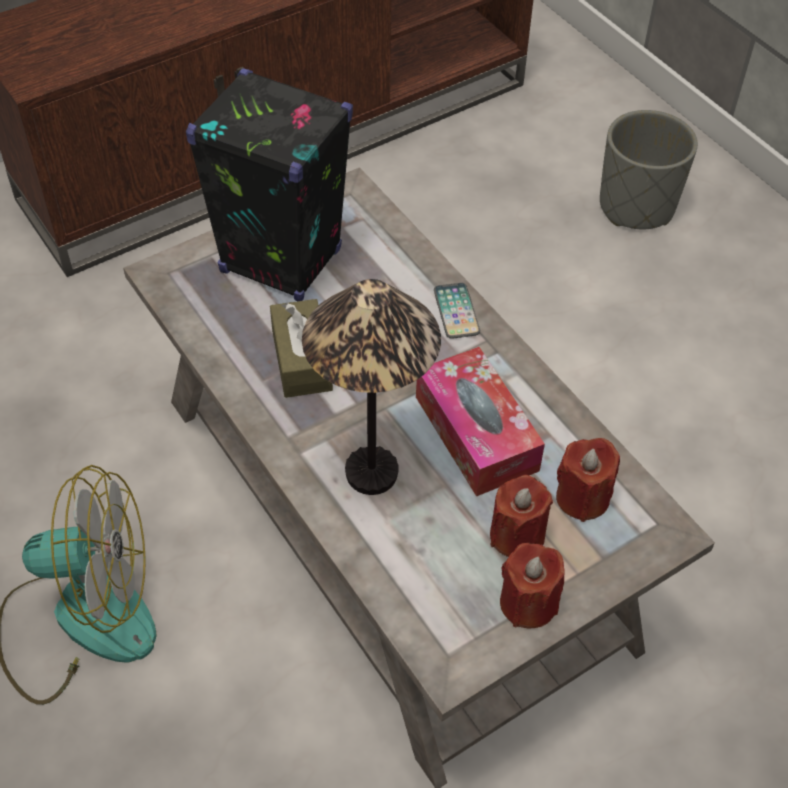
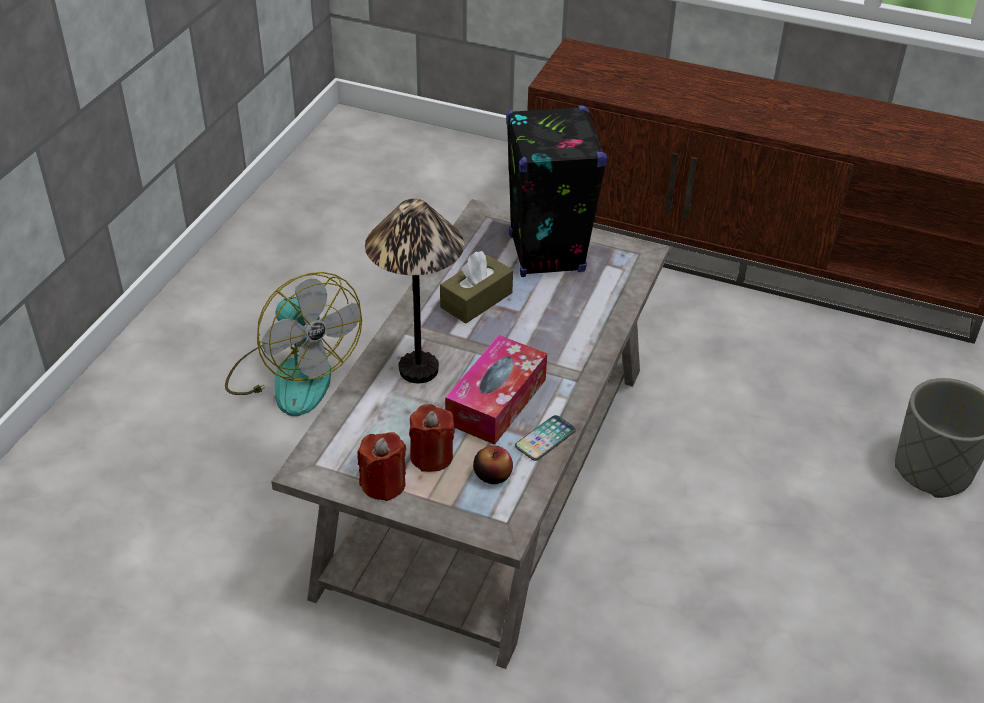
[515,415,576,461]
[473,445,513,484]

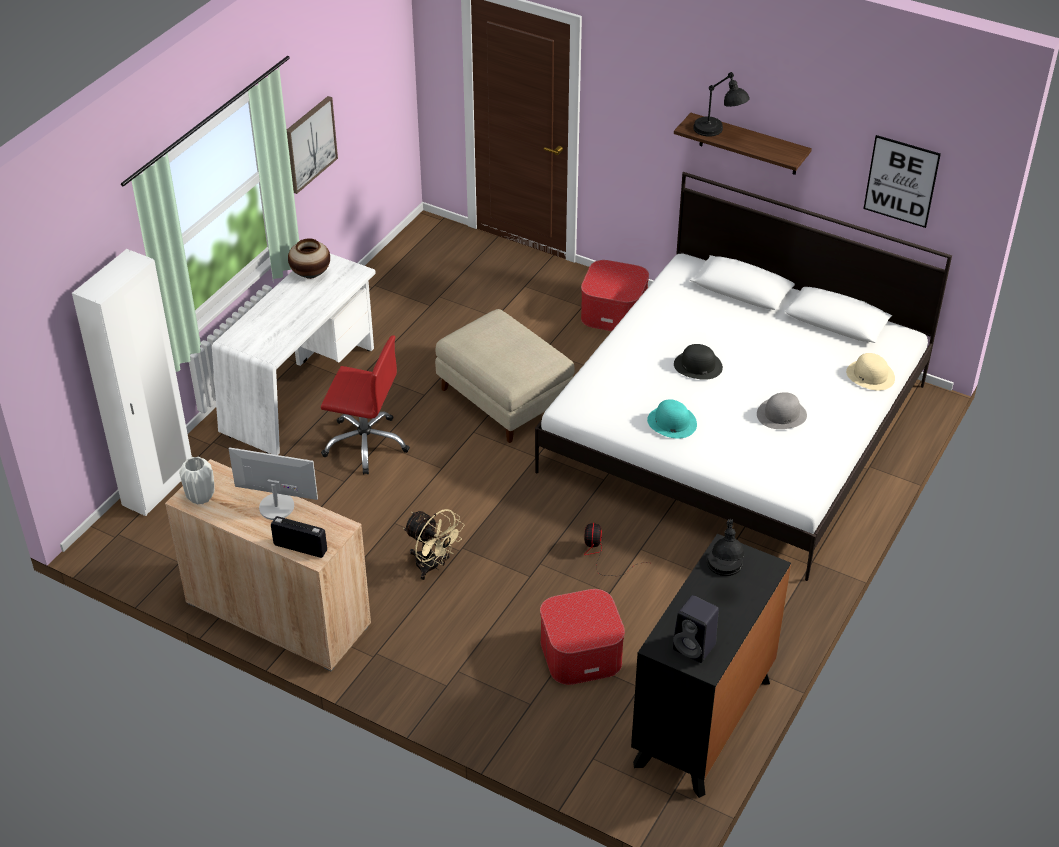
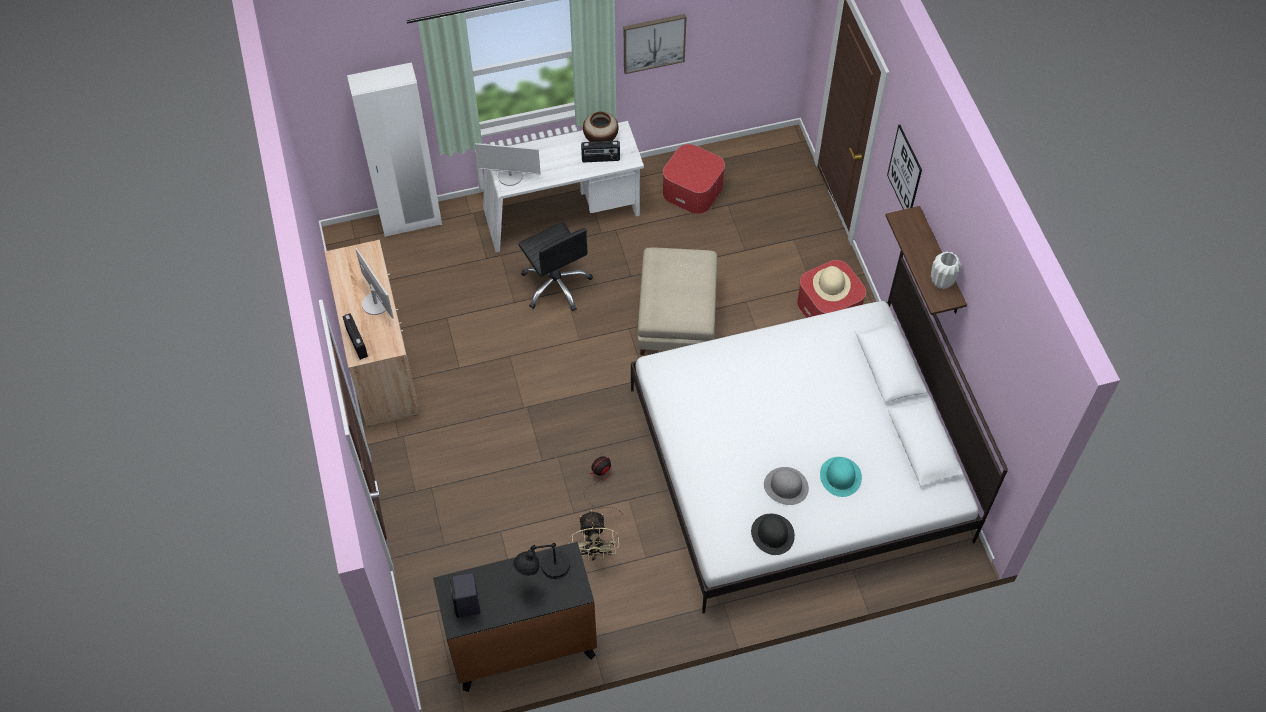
[693,72,750,137] (first image)
[887,125,922,210]
[518,222,593,311]
[751,514,795,555]
[813,266,851,301]
[820,457,862,497]
[931,252,961,289]
[568,510,619,561]
[663,144,725,214]
[581,141,620,162]
[475,143,541,186]

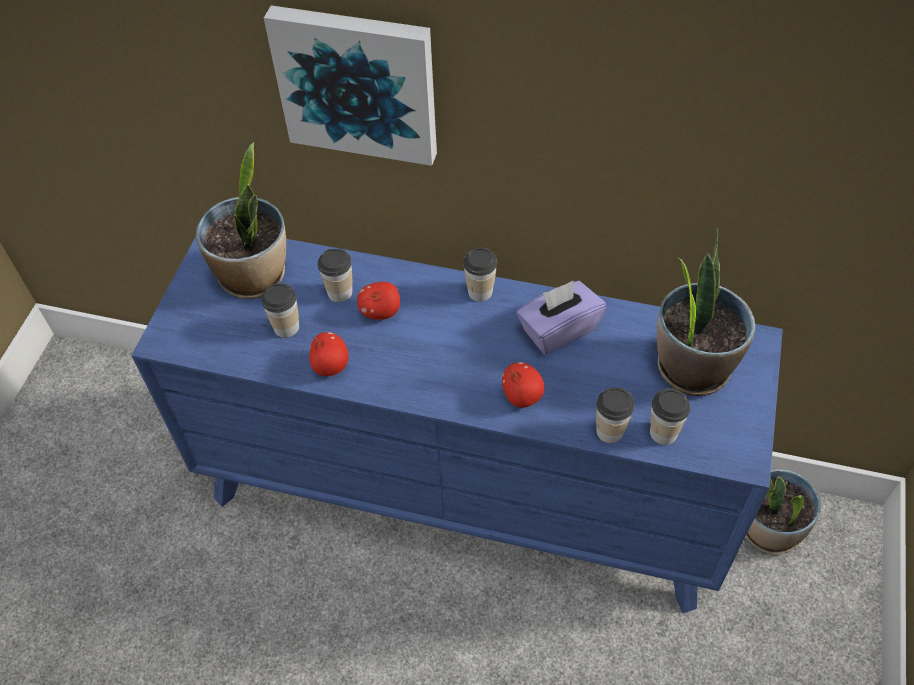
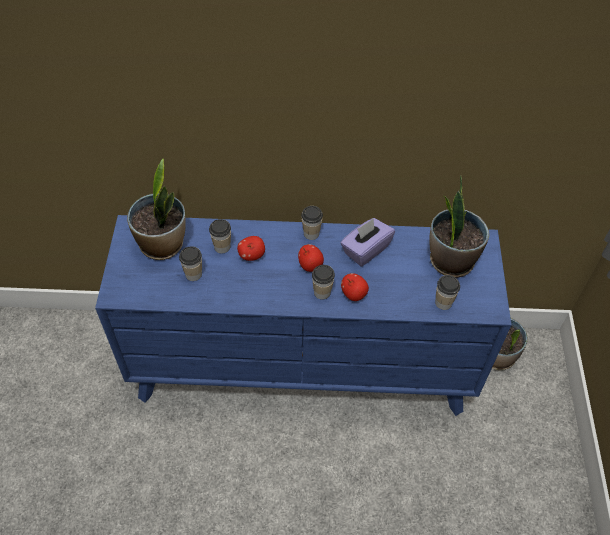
[264,5,437,166] (first image)
[298,244,324,272]
[312,265,335,300]

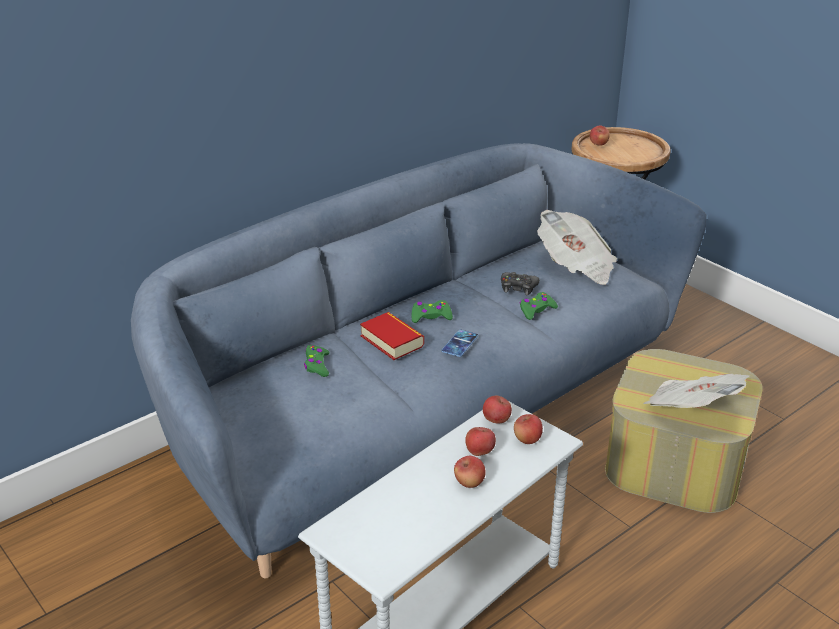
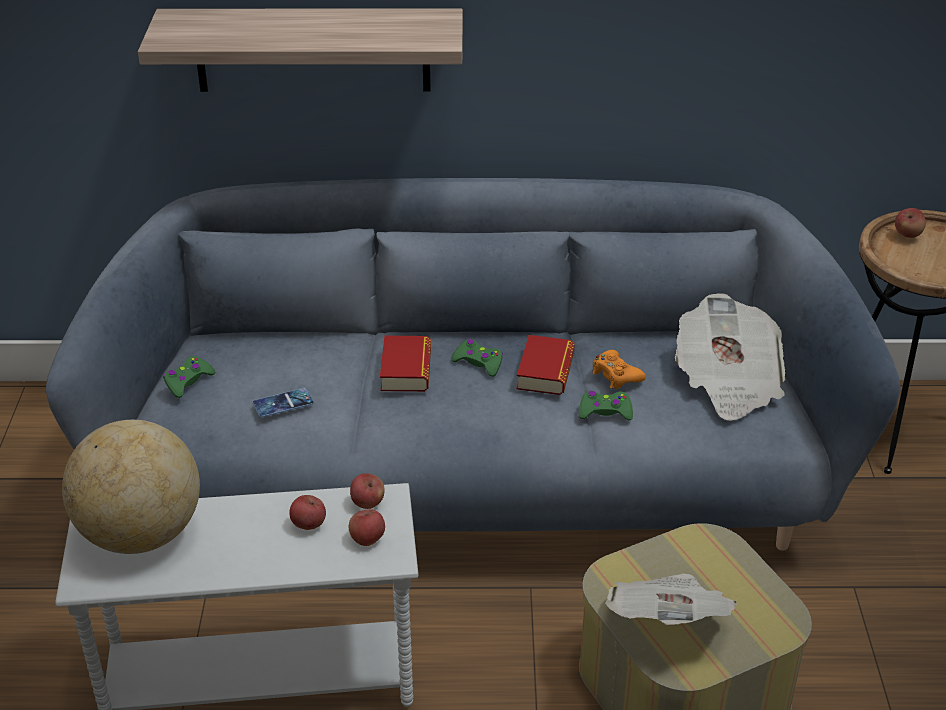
[592,350,646,389]
[253,388,314,417]
[163,356,215,398]
[454,456,486,488] (first image)
[138,8,463,92]
[517,335,575,395]
[62,420,200,554]

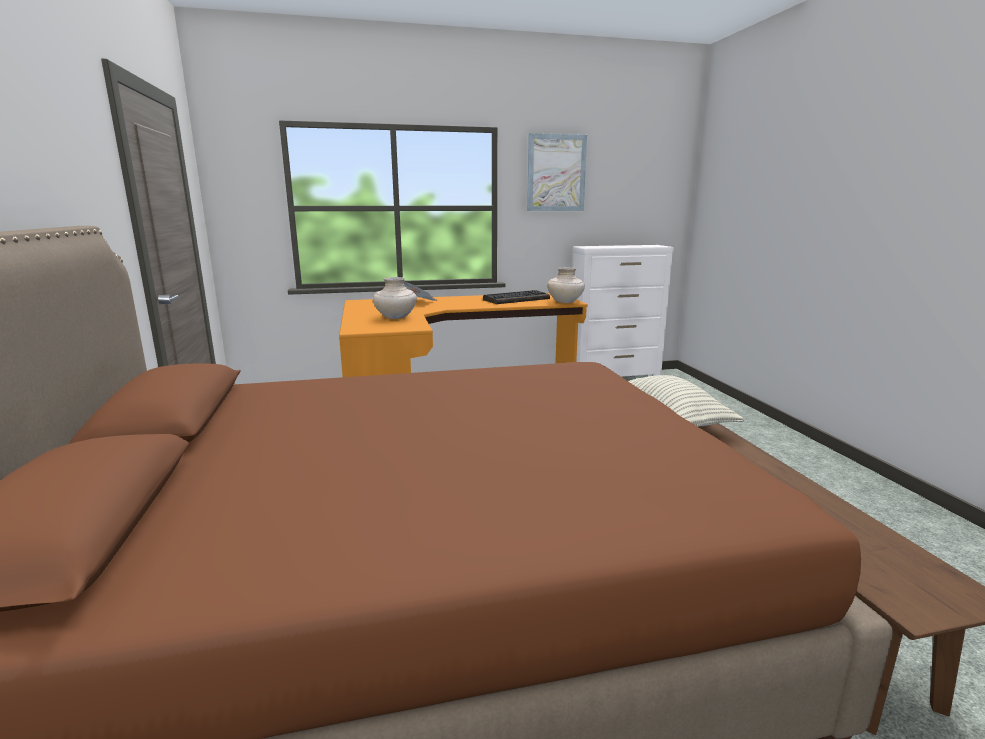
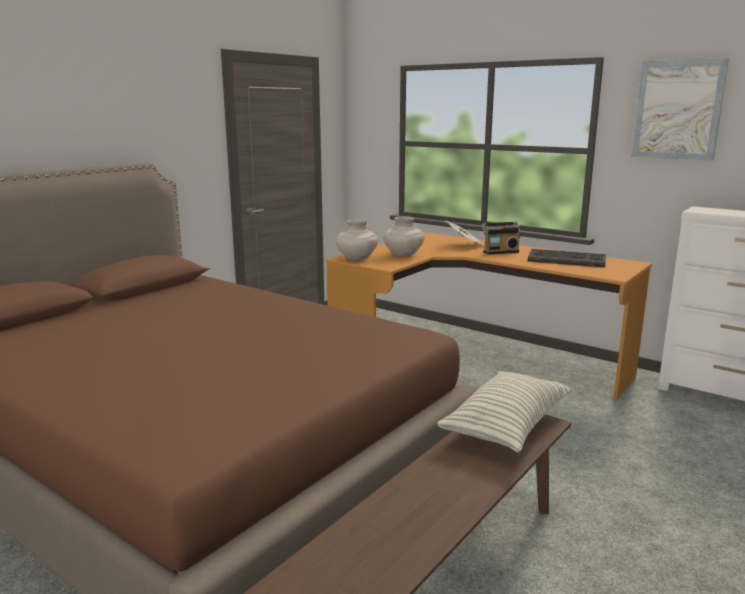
[336,219,378,260]
[482,222,521,255]

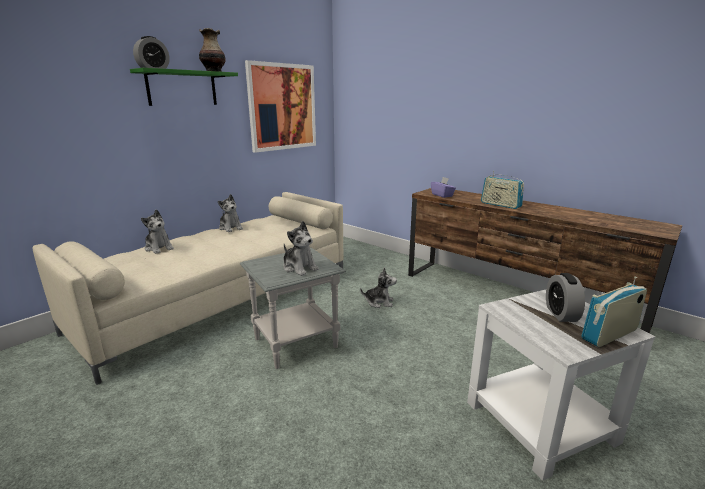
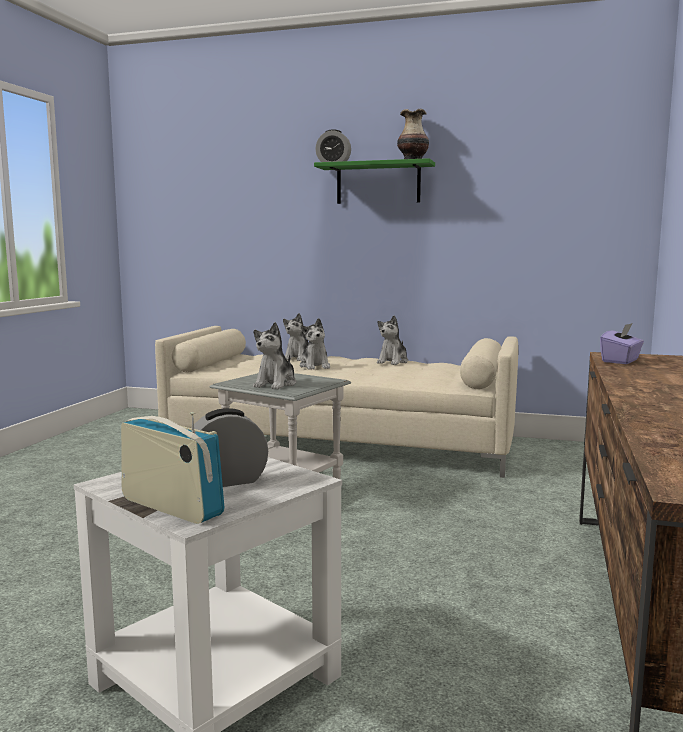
[245,60,316,153] (first image)
[481,171,524,209] (first image)
[300,318,330,370]

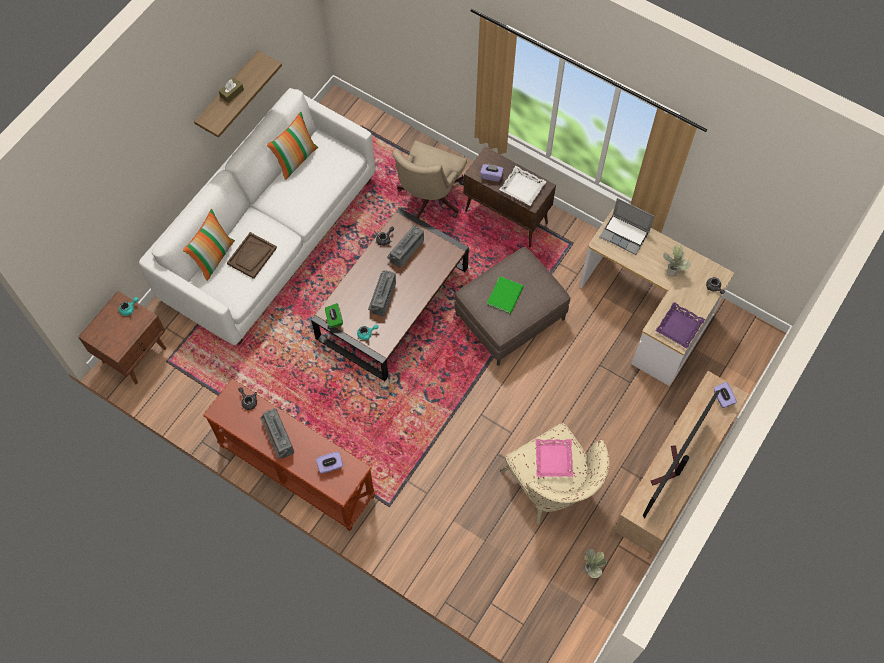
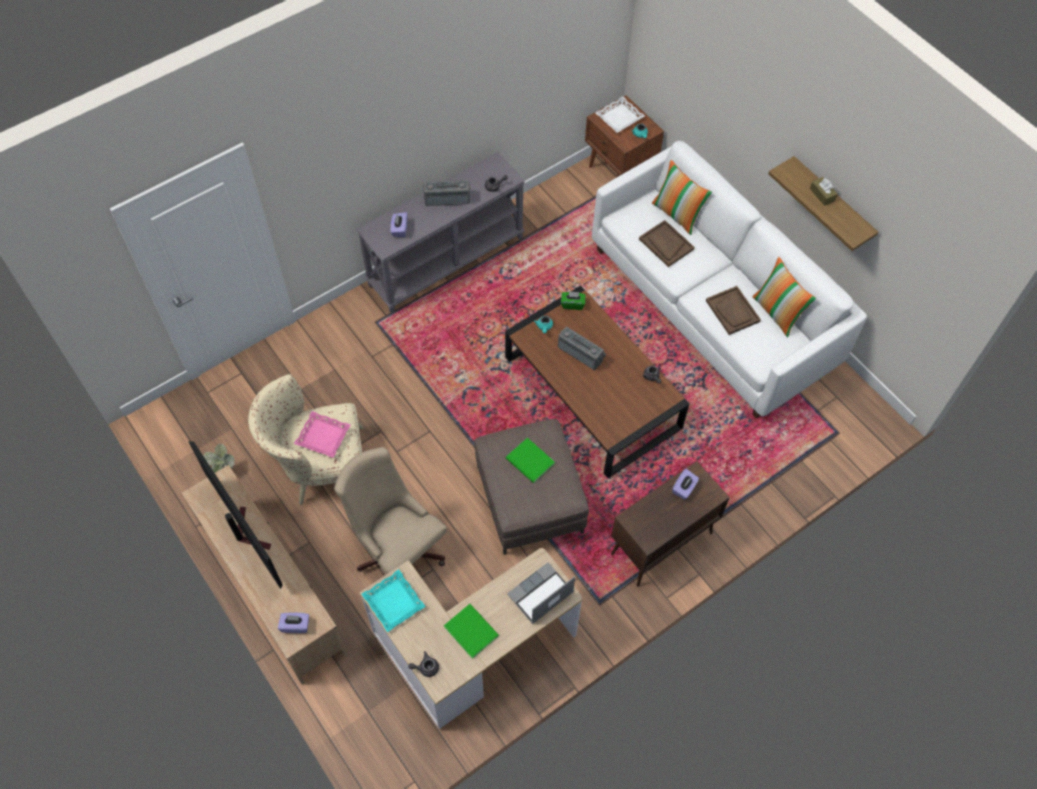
[334,447,447,574]
[595,96,645,133]
[387,225,424,268] (first image)
[444,604,499,659]
[361,570,426,632]
[357,152,525,314]
[706,286,761,335]

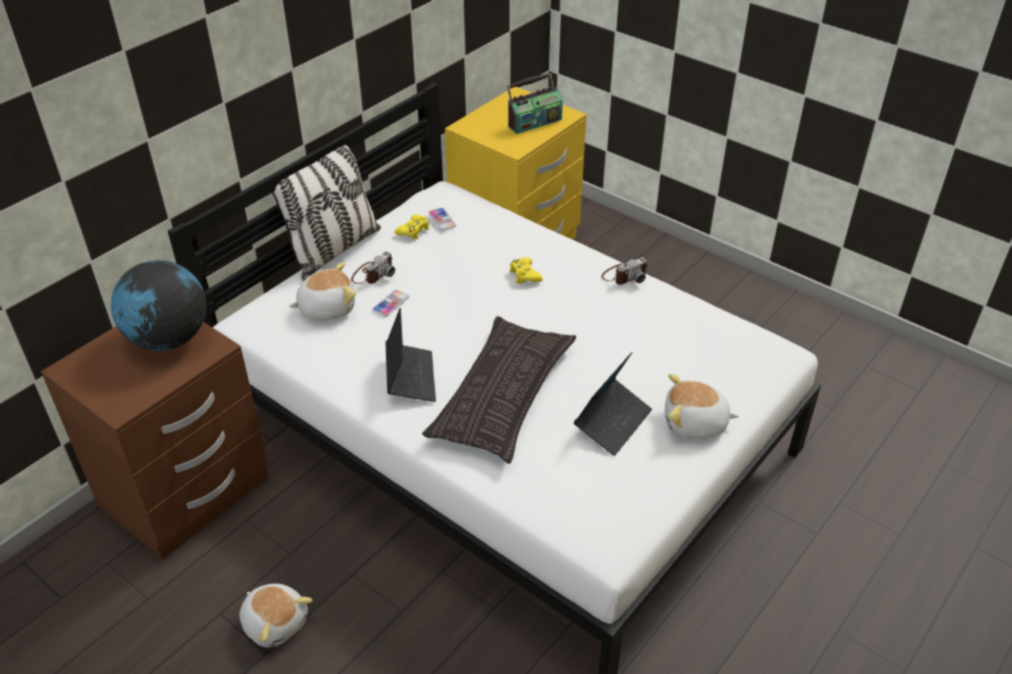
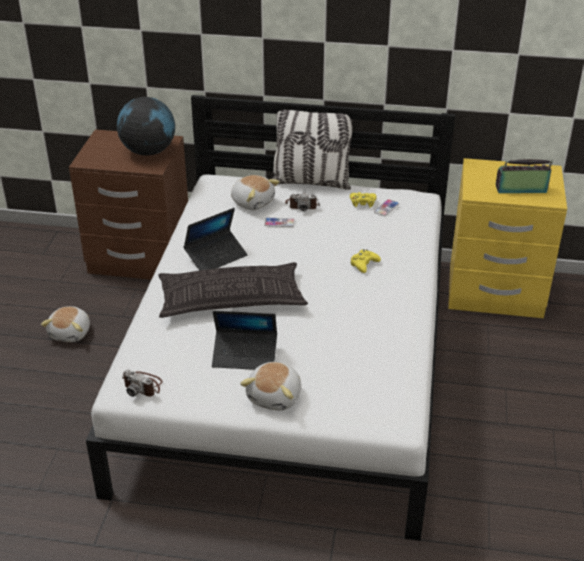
[495,159,553,193]
[122,370,162,397]
[240,362,301,411]

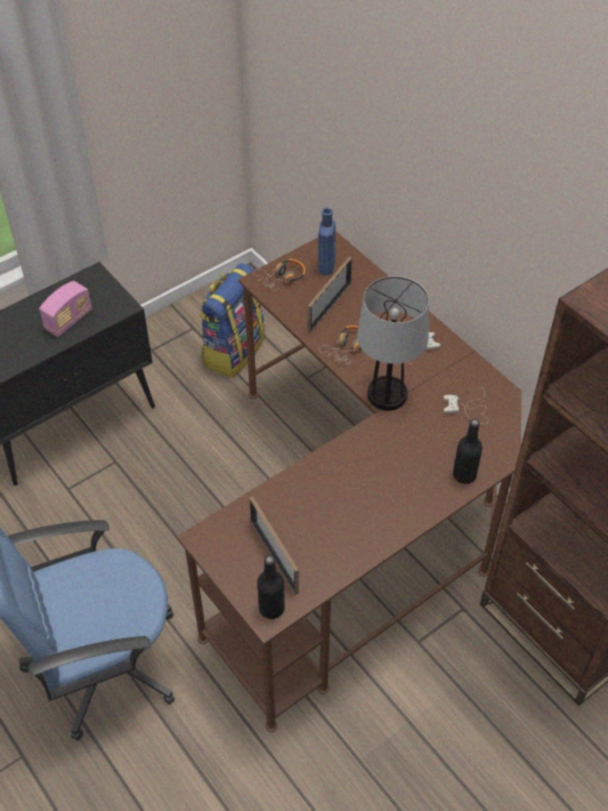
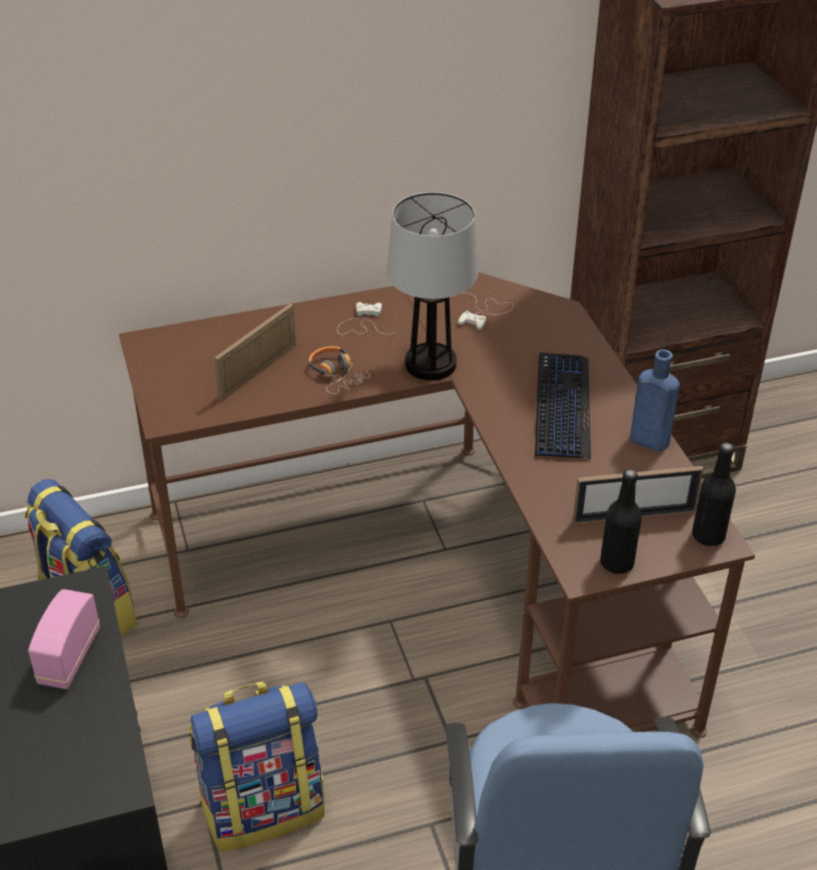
[630,349,680,451]
[214,303,296,401]
[254,259,306,292] (first image)
[28,589,100,689]
[600,469,642,574]
[535,352,591,459]
[189,682,324,851]

